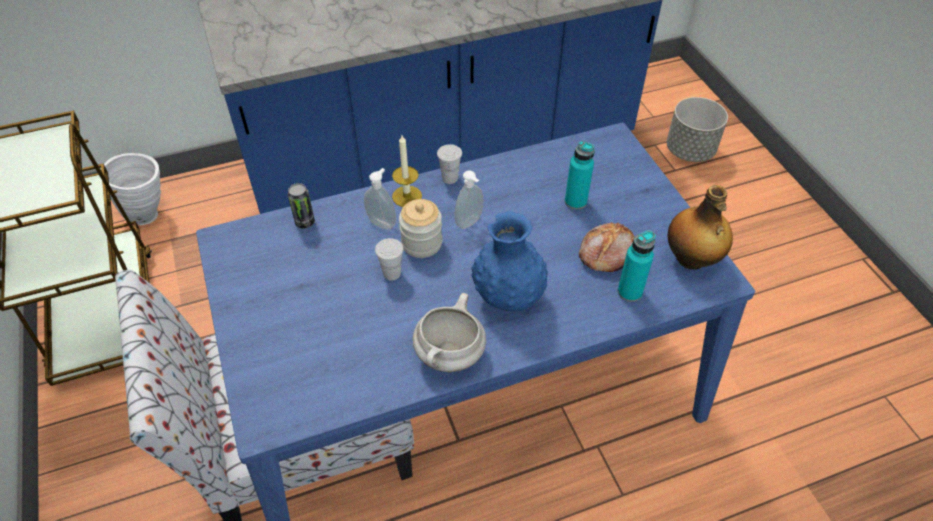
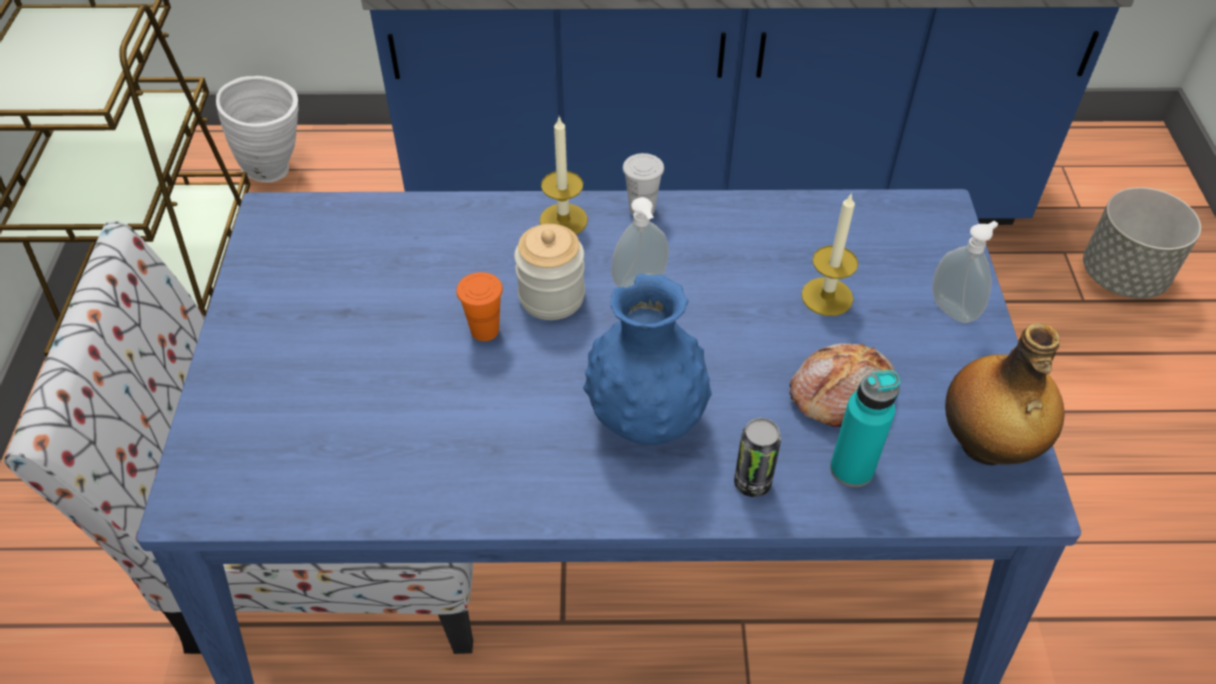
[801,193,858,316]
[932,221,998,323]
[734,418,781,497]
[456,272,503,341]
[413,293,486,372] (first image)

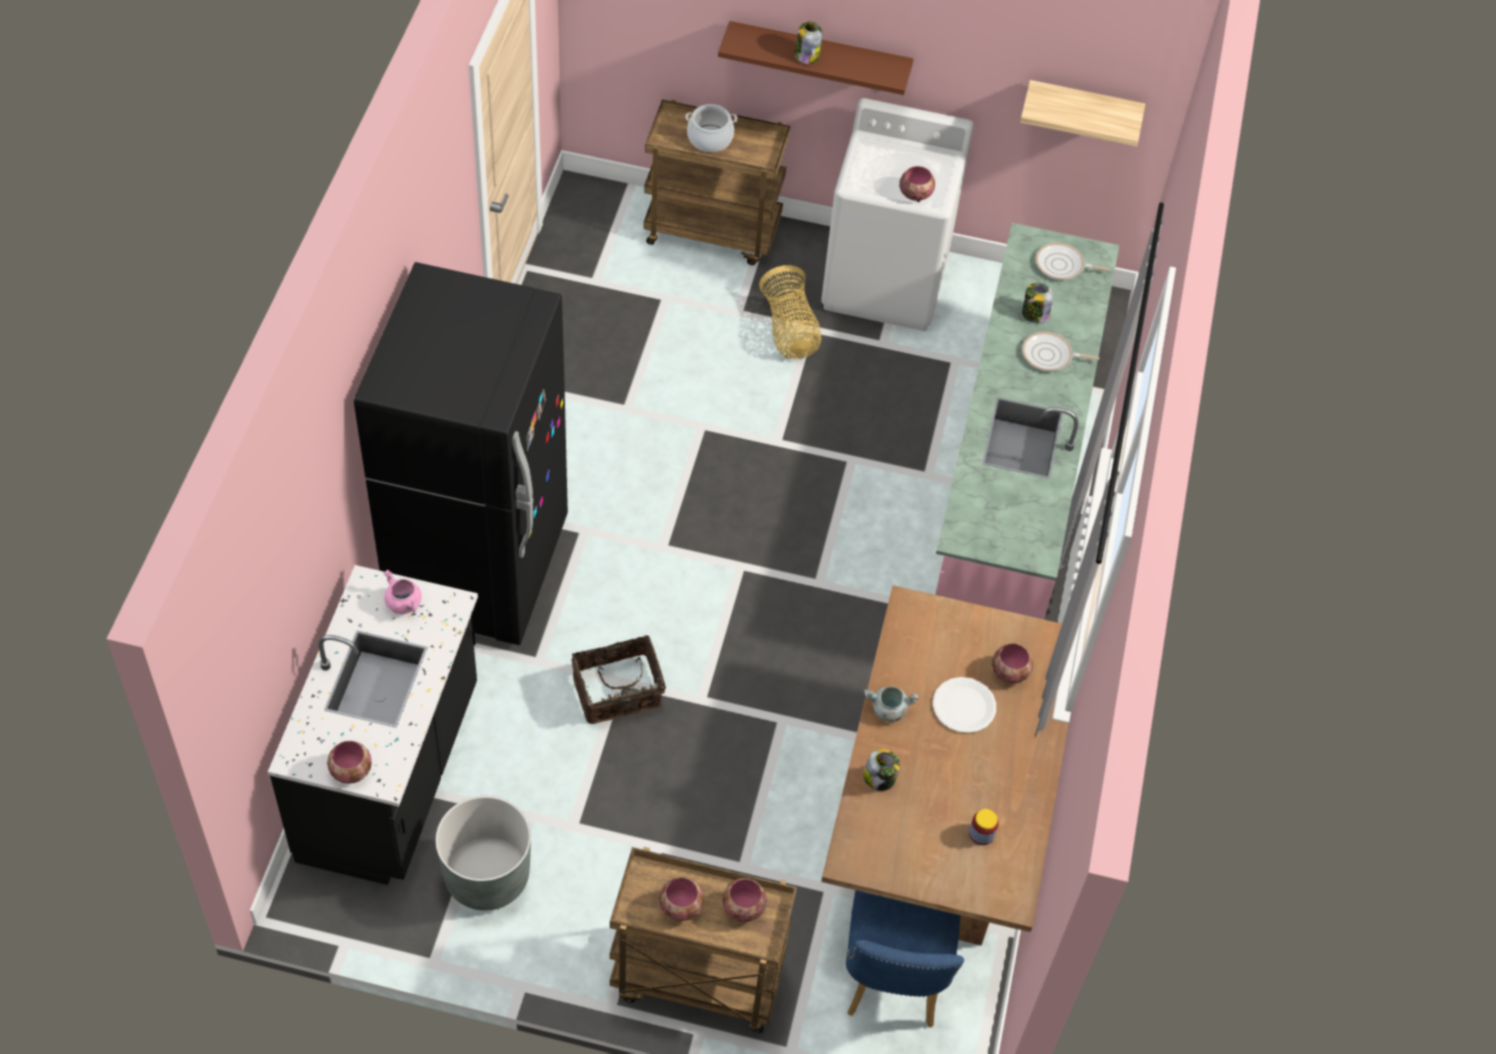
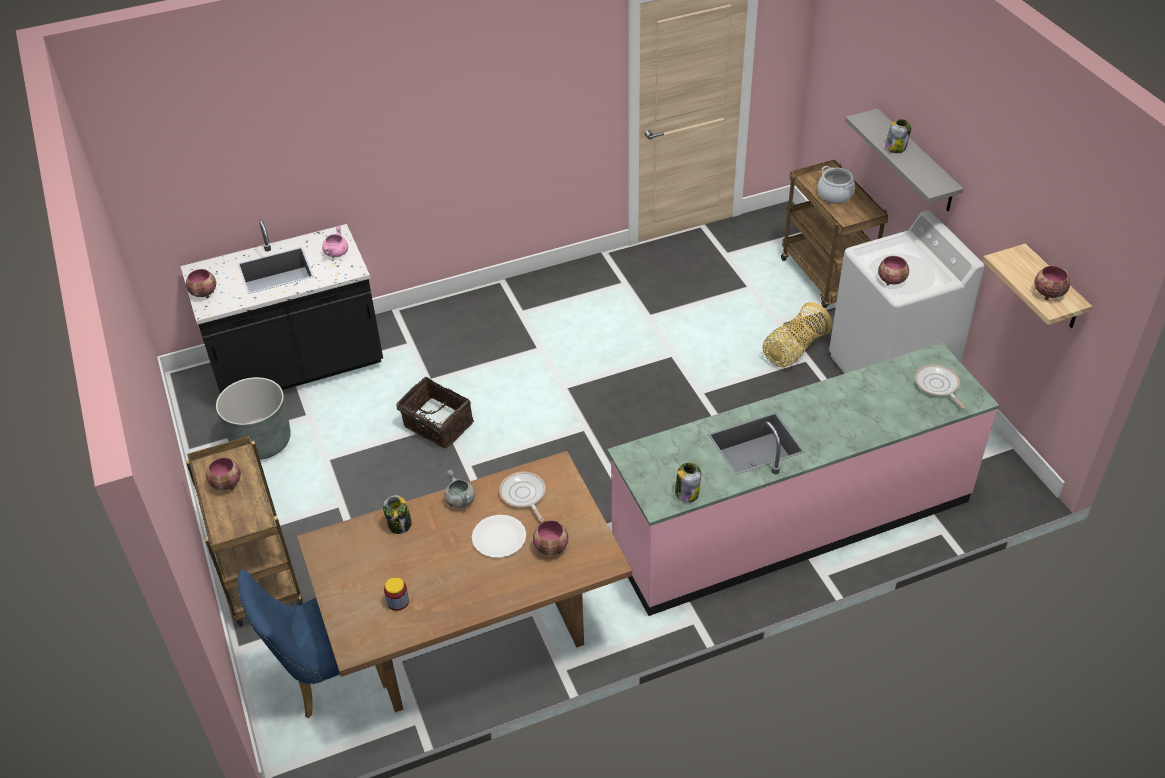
[845,109,964,211]
[354,262,568,645] (first image)
[675,463,701,503]
[499,472,546,522]
[1034,266,1070,300]

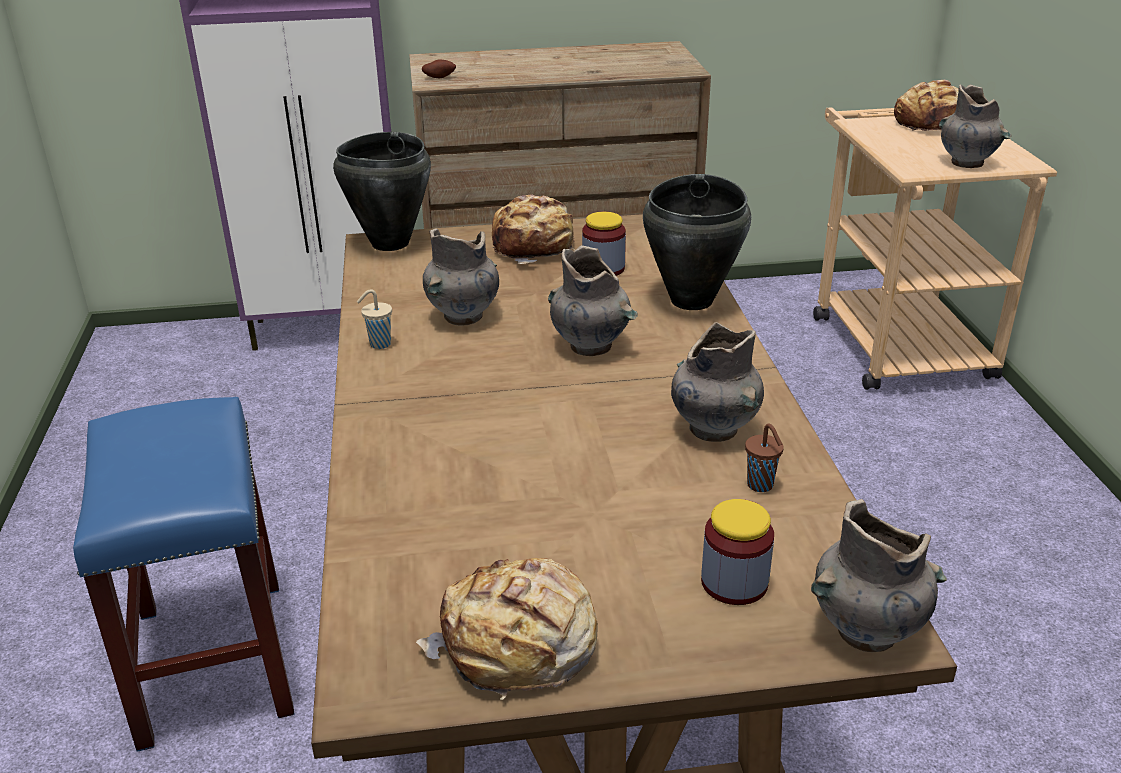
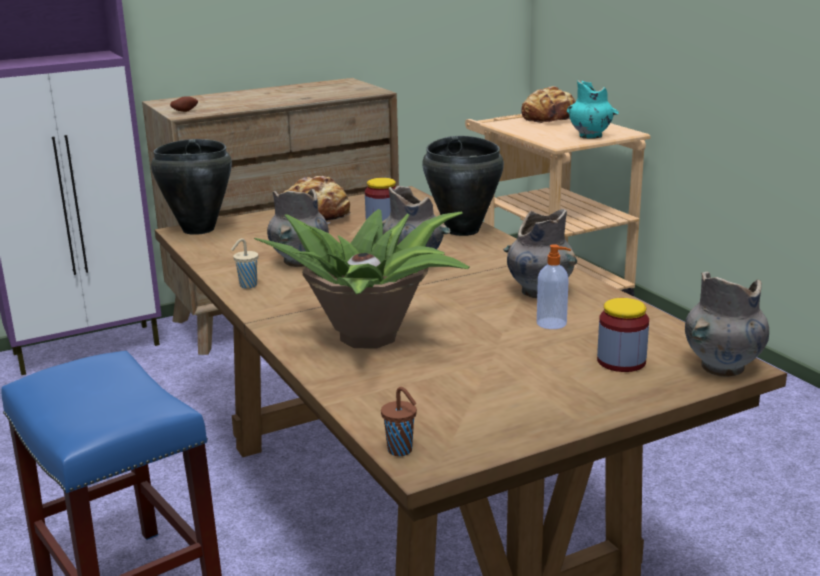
[567,80,619,139]
[381,387,417,456]
[416,558,598,700] (first image)
[254,209,470,349]
[537,244,571,329]

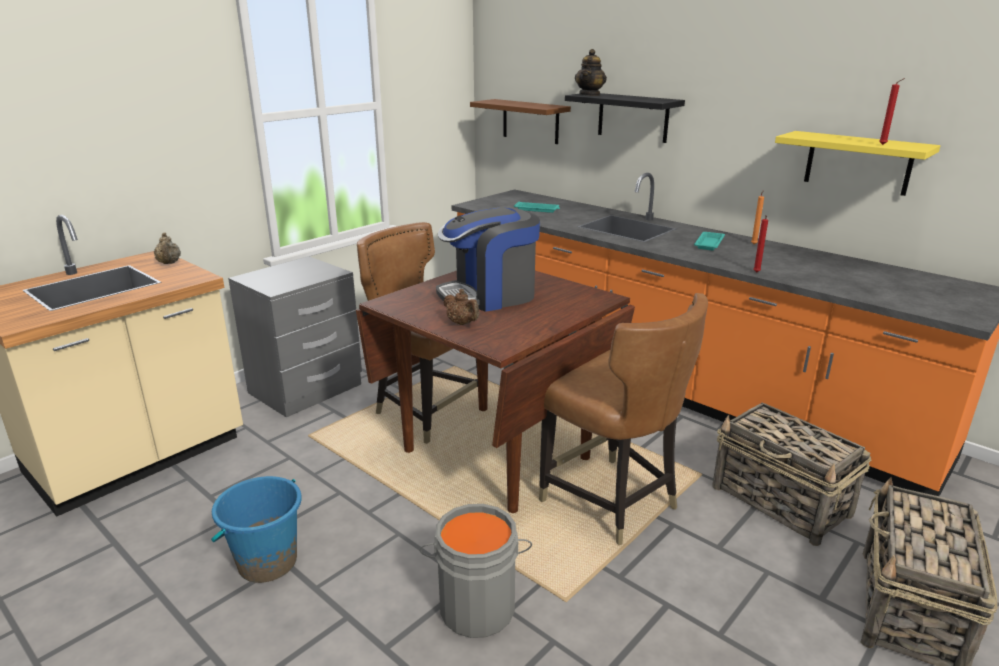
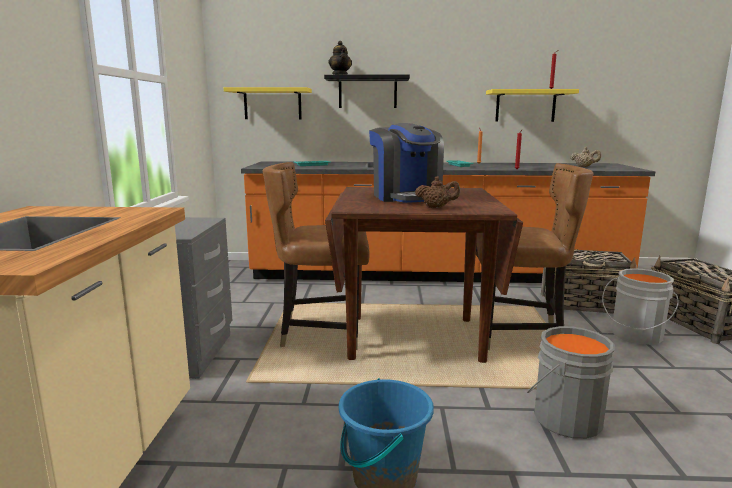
[224,87,312,119]
[369,123,444,203]
[570,147,601,167]
[602,268,678,345]

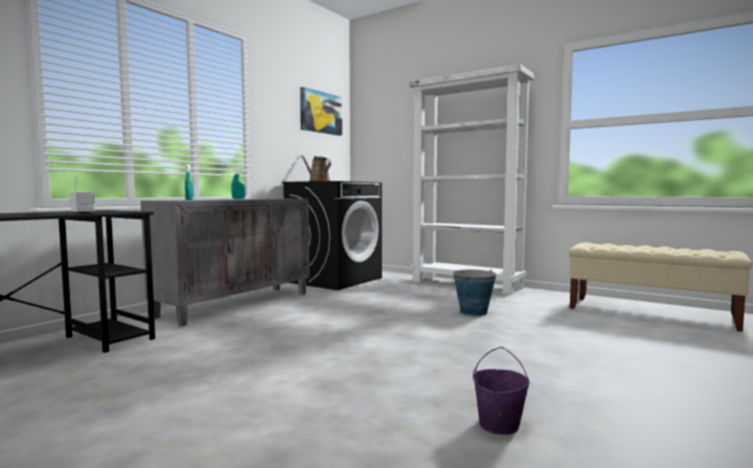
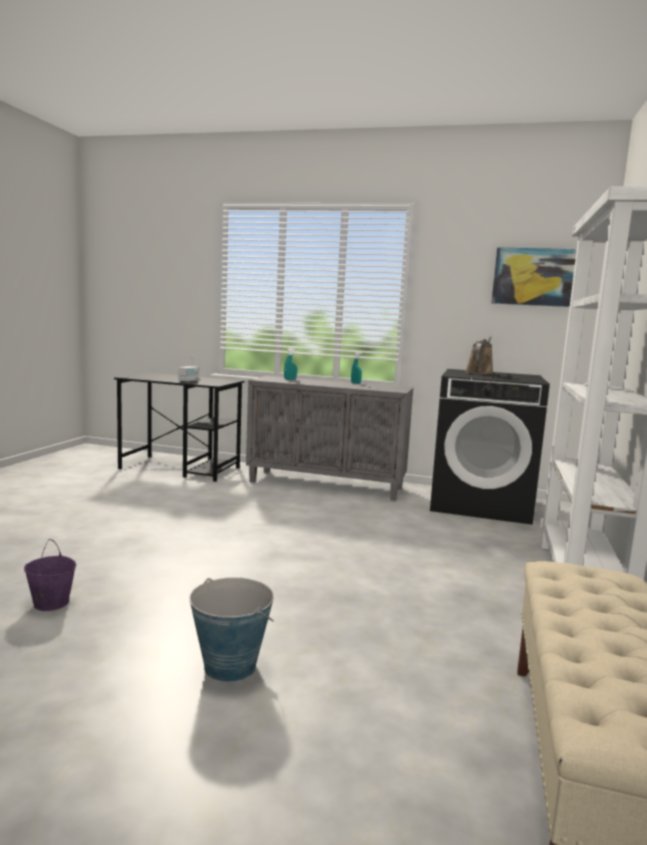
[189,577,274,683]

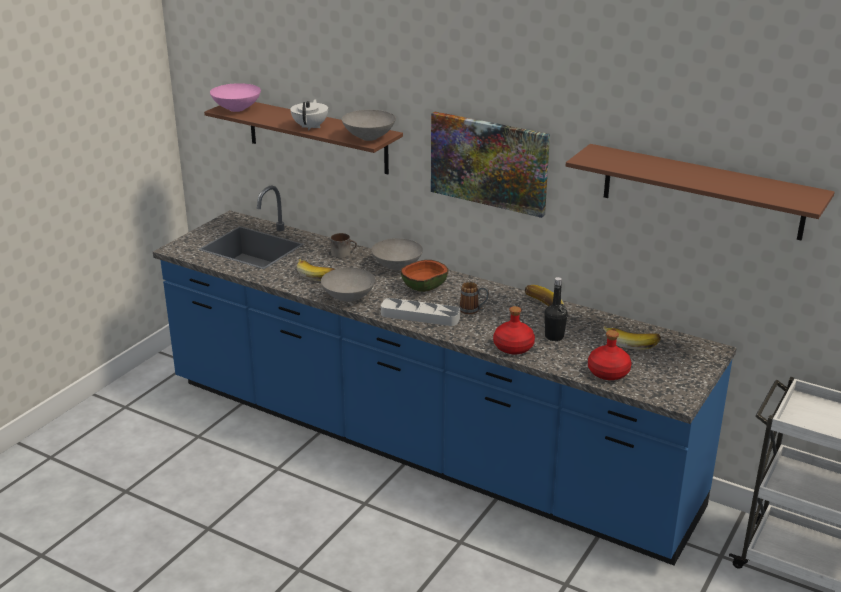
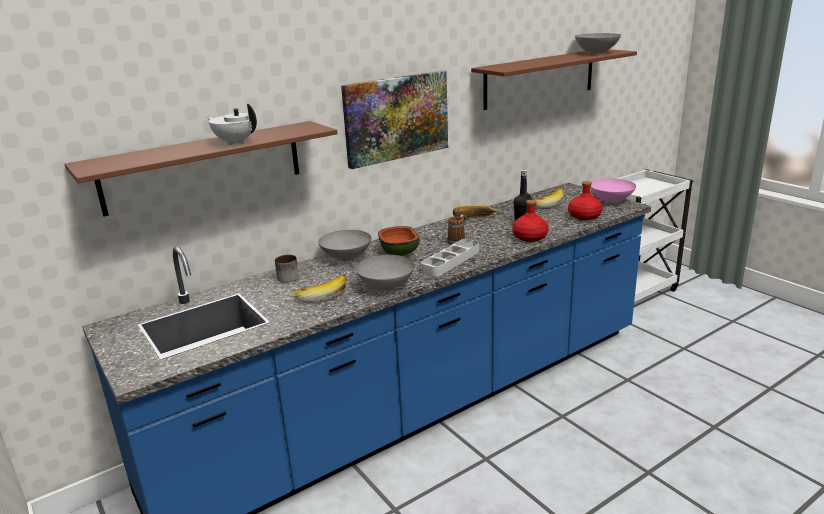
[590,178,636,203]
[575,33,621,54]

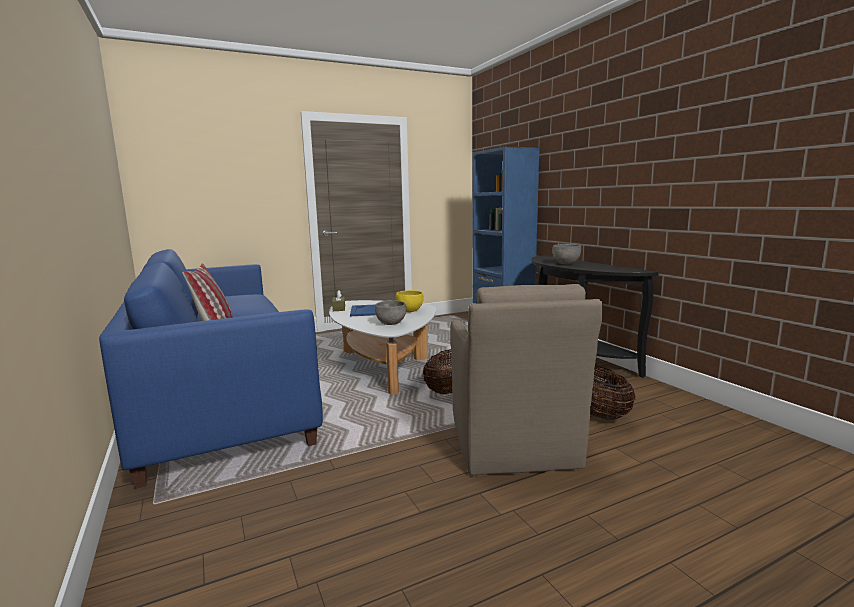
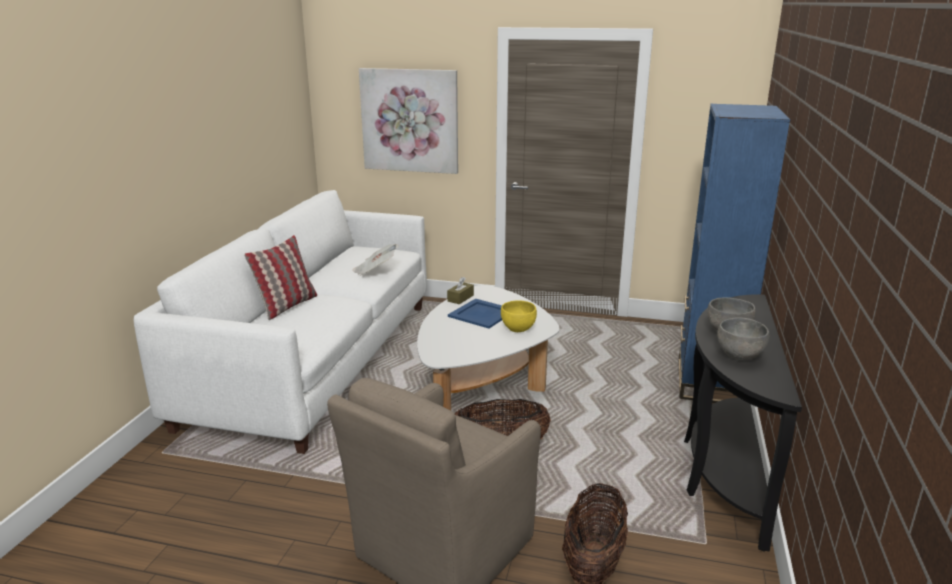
[134,190,427,454]
[717,317,769,360]
[359,68,458,174]
[352,244,398,276]

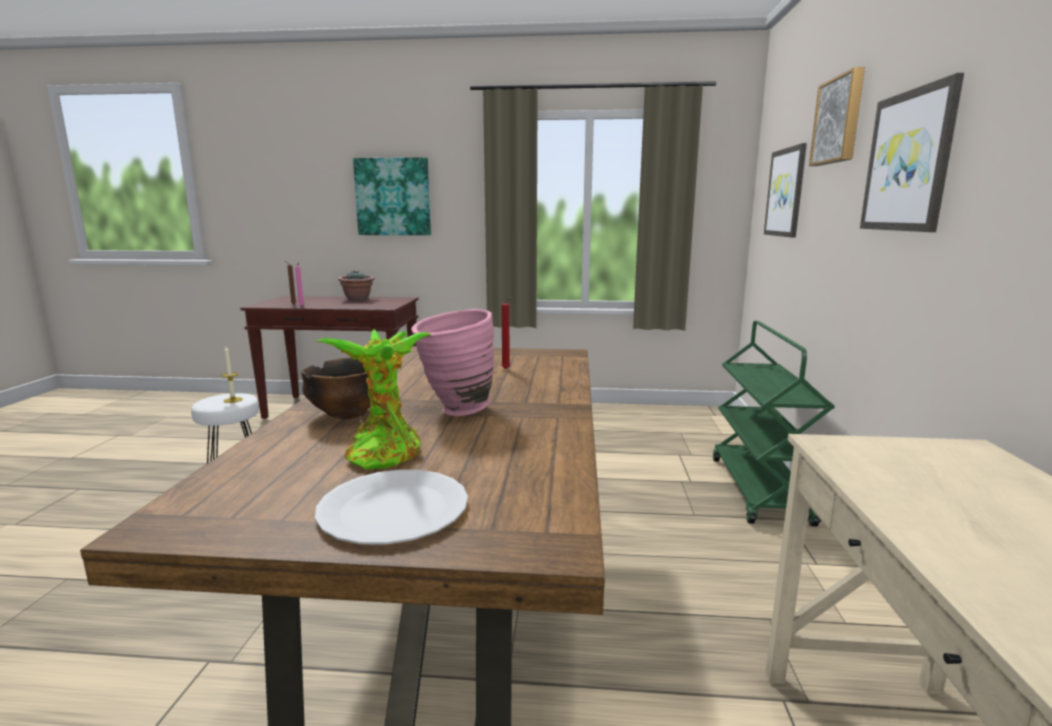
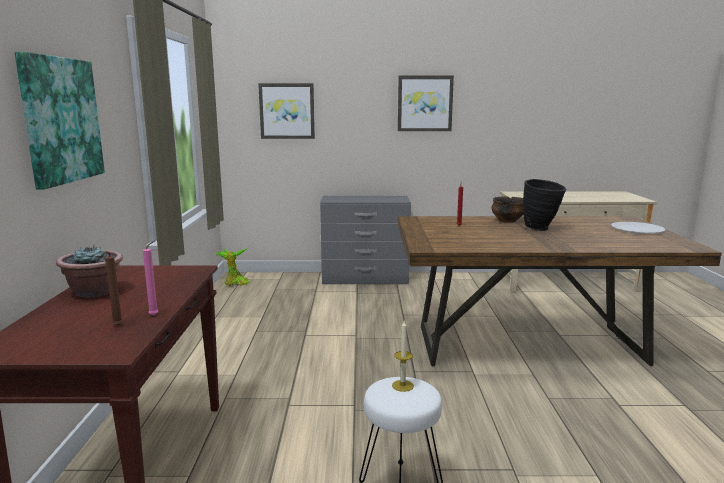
[809,67,865,166] (first image)
[523,179,566,231]
[320,196,411,284]
[215,249,249,286]
[491,196,523,223]

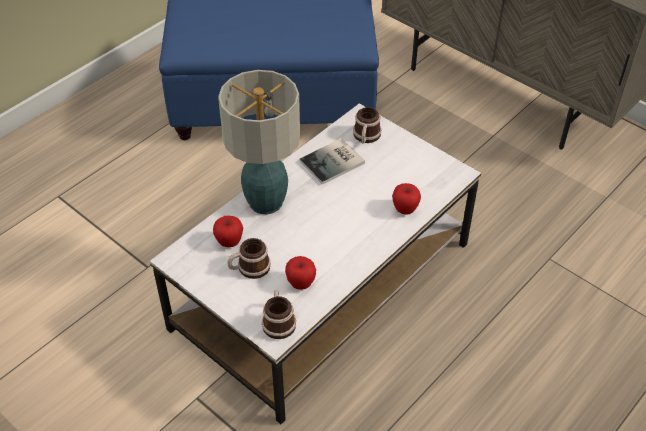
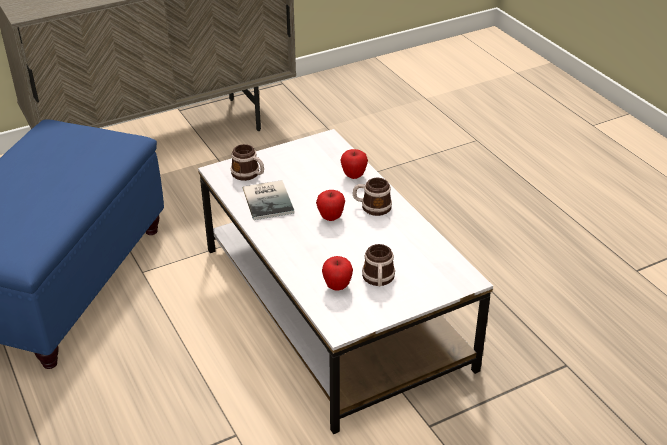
[218,70,300,215] (first image)
[316,190,345,221]
[353,178,392,216]

